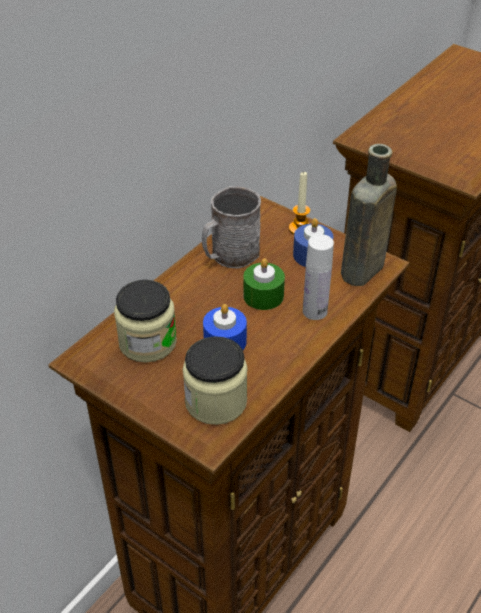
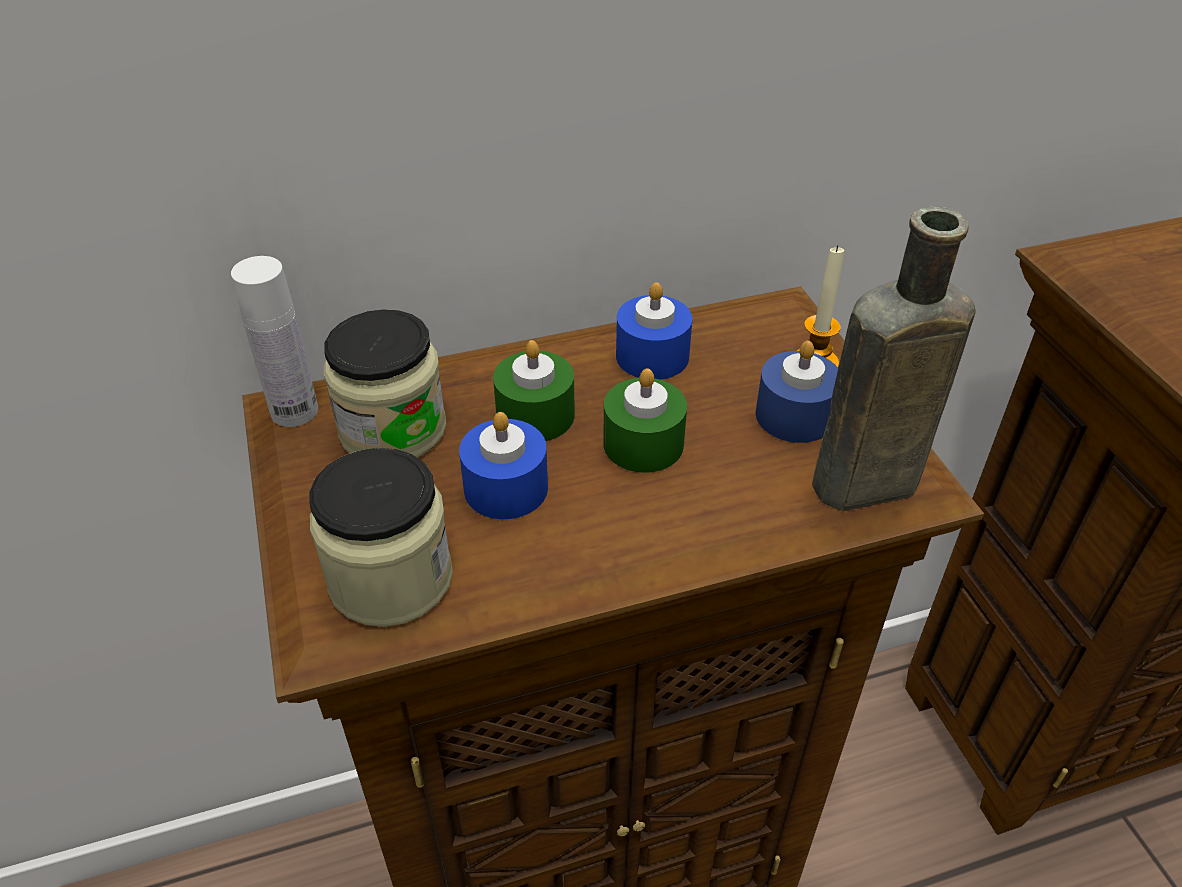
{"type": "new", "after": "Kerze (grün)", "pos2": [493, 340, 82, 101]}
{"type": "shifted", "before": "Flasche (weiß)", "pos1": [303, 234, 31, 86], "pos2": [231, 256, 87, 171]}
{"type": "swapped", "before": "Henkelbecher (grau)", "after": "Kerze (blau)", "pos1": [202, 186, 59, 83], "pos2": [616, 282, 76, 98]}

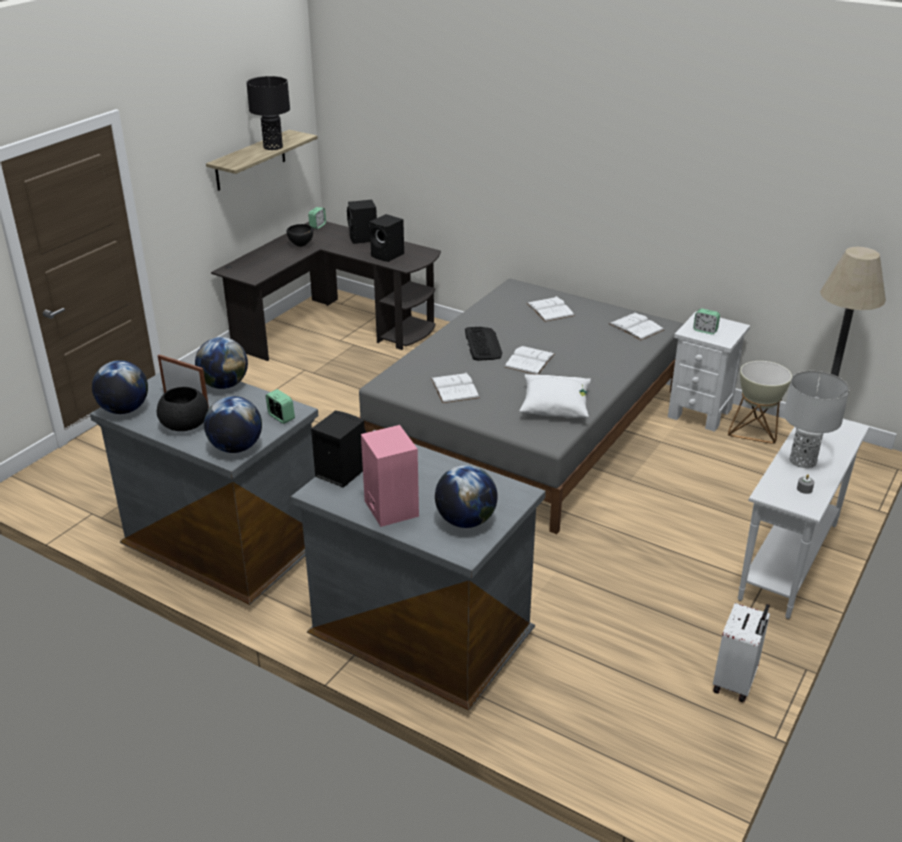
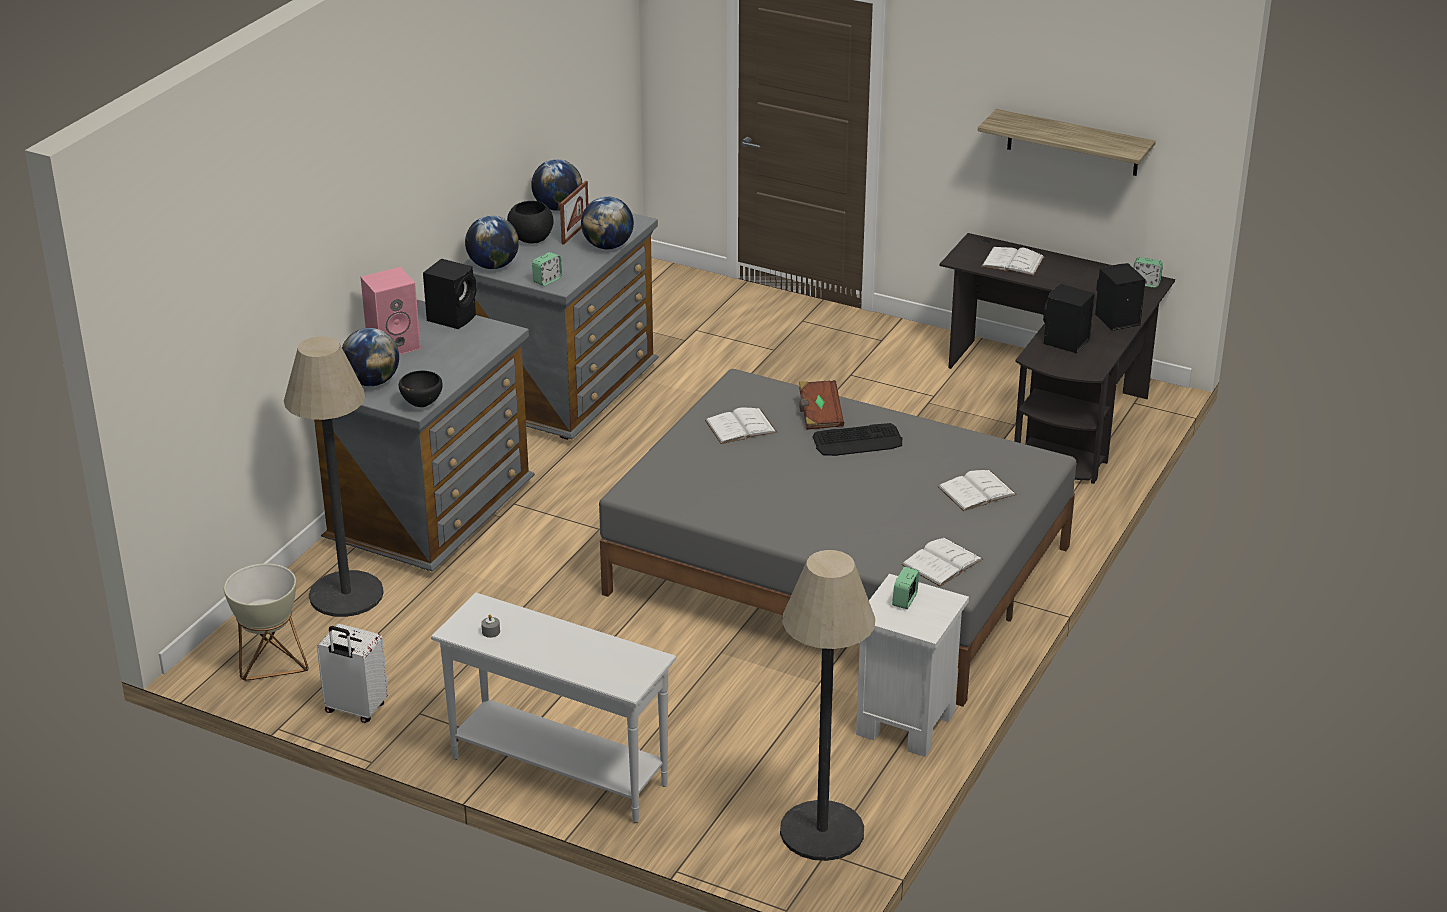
{"type": "gone", "before": "Tischlampe (schwarz)", "pos1": [246, 76, 44, 74]}
{"type": "gone", "before": "Kissen (weiß)", "pos1": [519, 374, 72, 44]}
{"type": "gone", "before": "Tischlampe (weiß)", "pos1": [784, 371, 66, 97]}
{"type": "new", "after": "Stehlampe", "pos2": [284, 336, 100, 281]}
{"type": "new", "after": "Buch (braun)", "pos2": [799, 380, 45, 50]}
{"type": "shifted", "before": "Schüssel (schwarz)", "pos1": [287, 224, 26, 23], "pos2": [399, 371, 43, 36]}
{"type": "shifted", "before": "Buch (weiß)", "pos1": [504, 346, 51, 29], "pos2": [981, 247, 64, 28]}
{"type": "shifted", "before": "Pflanzkübel", "pos1": [728, 361, 64, 83], "pos2": [224, 563, 84, 117]}

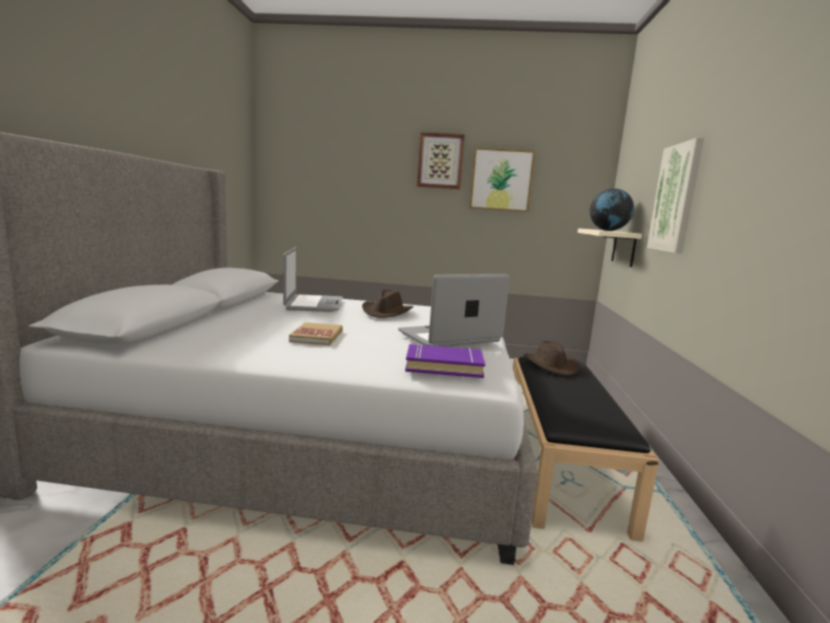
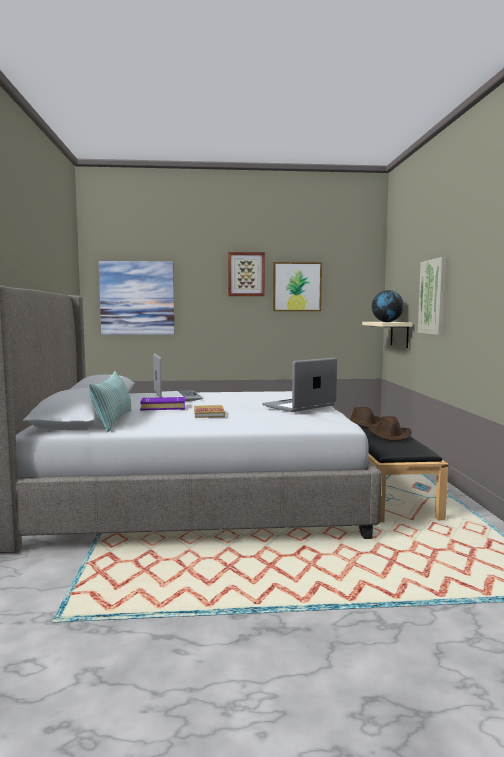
{"type": "new", "after": "Kissen", "pos2": [89, 371, 42, 61]}
{"type": "new", "after": "Bild", "pos2": [99, 261, 75, 74]}
{"type": "shifted", "before": "Hut (braun)", "pos1": [362, 290, 51, 28], "pos2": [368, 416, 44, 25]}
{"type": "shifted", "before": "Buch (lila)", "pos1": [405, 344, 80, 34], "pos2": [140, 397, 45, 13]}

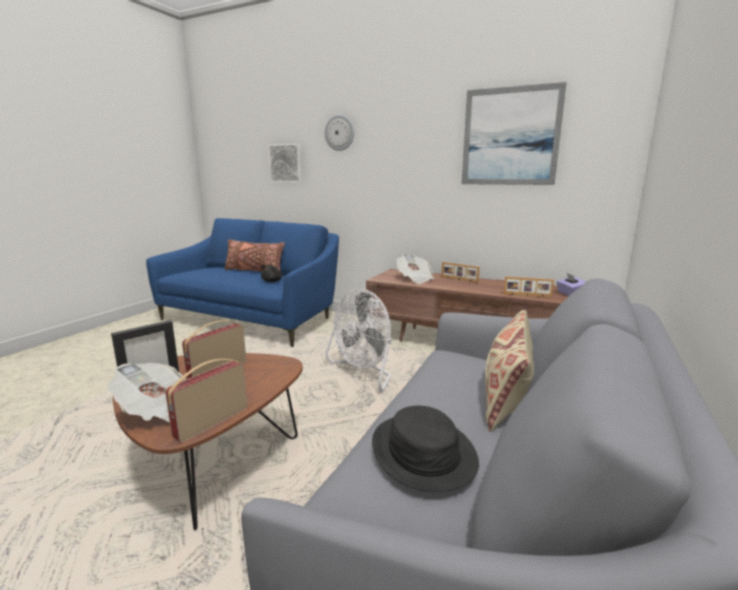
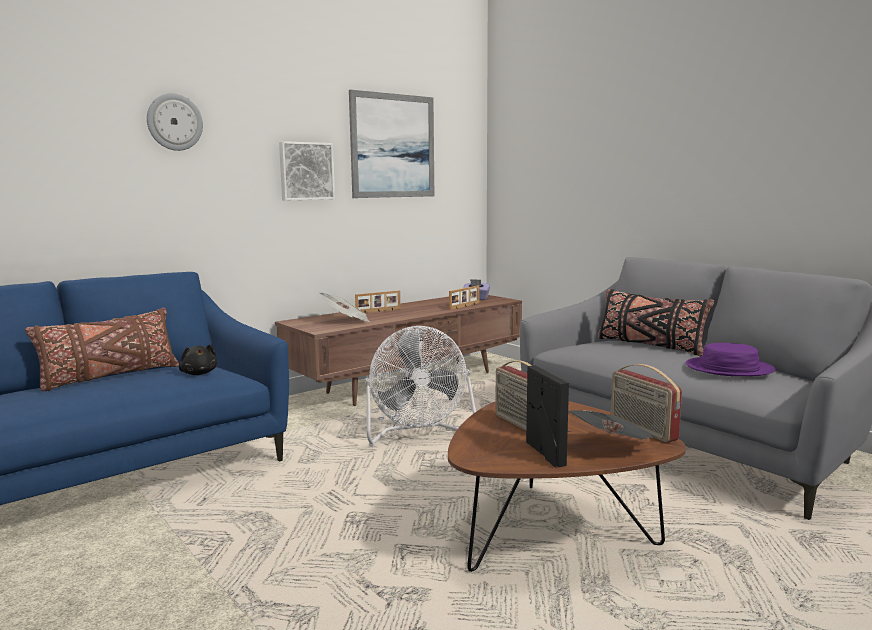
{"type": "shifted", "before": "Bild", "pos1": [268, 144, 34, 39], "pos2": [279, 141, 56, 60]}
{"type": "repainted", "before": "Hut (schwarz)", "after": "Hut (lila)", "pos1": [372, 406, 107, 86], "pos2": [686, 343, 89, 33]}
{"type": "repainted", "before": "Kissen (beige)", "after": "Kissen (schwarz)", "pos1": [485, 309, 49, 123], "pos2": [598, 289, 116, 68]}

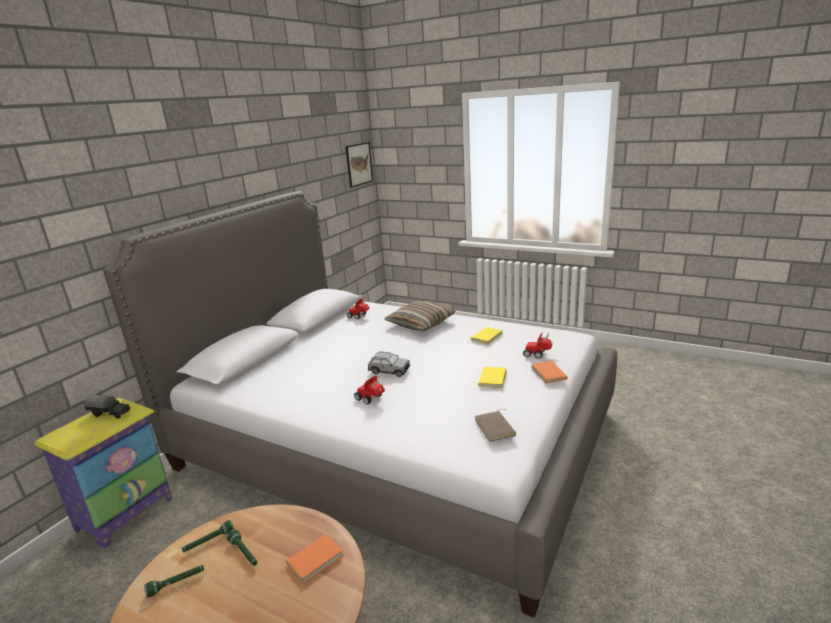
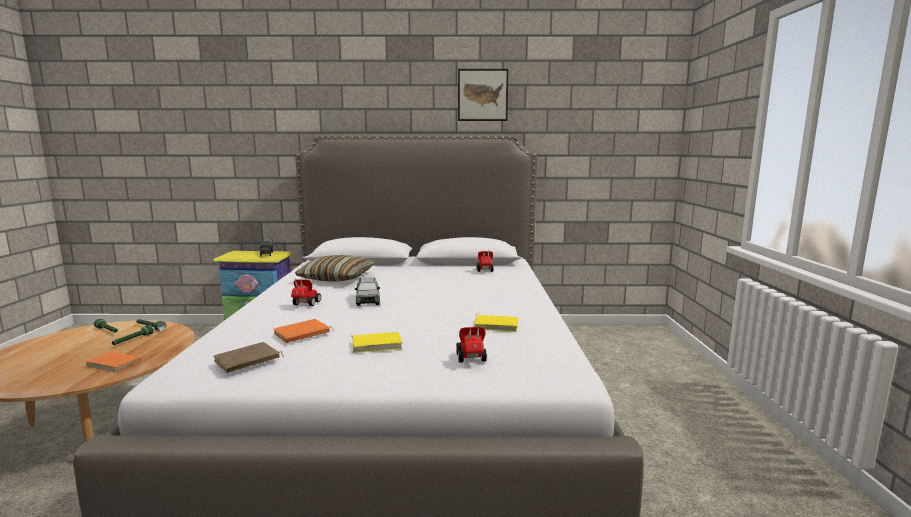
{"type": "shifted", "before": "Bild", "pos1": [346, 142, 27, 46], "pos2": [458, 69, 50, 52]}
{"type": "shifted", "before": "Kissen", "pos1": [384, 301, 71, 30], "pos2": [294, 255, 82, 26]}
{"type": "shifted", "before": "Buch (orange)", "pos1": [531, 360, 37, 23], "pos2": [273, 319, 61, 24]}

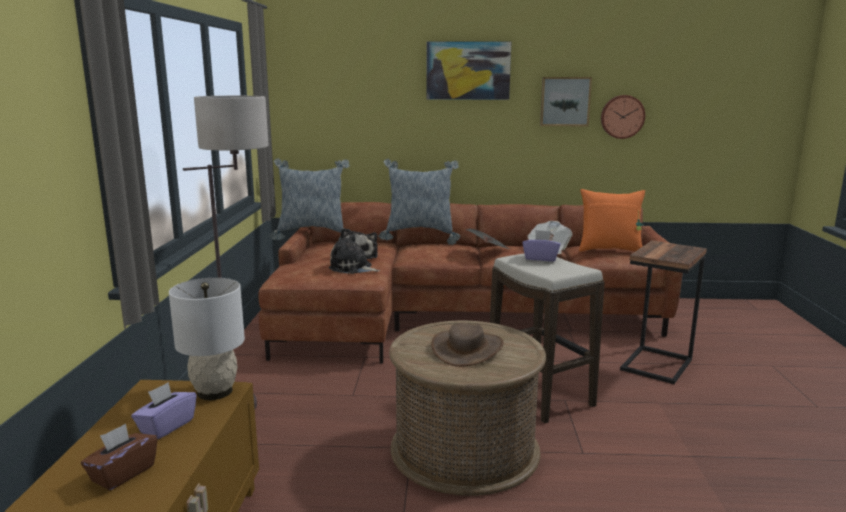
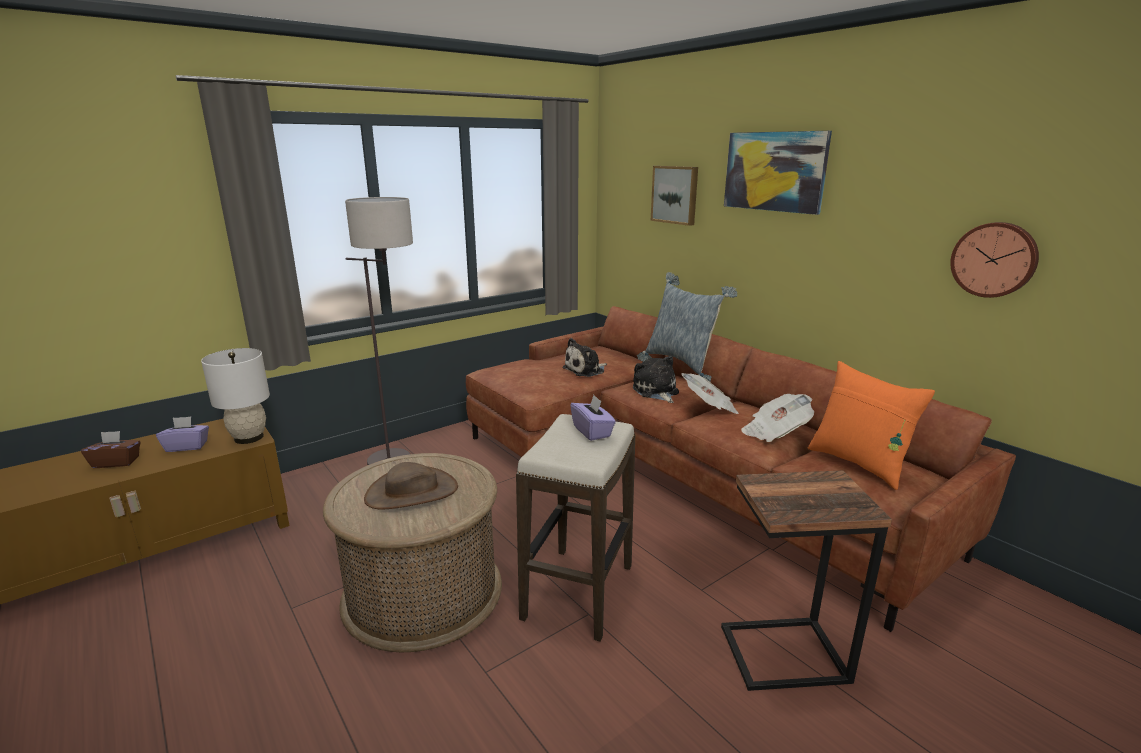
{"type": "gone", "before": "Kissen", "pos1": [269, 158, 80, 82]}
{"type": "shifted", "before": "Plüschtier", "pos1": [329, 234, 51, 40], "pos2": [633, 356, 46, 47]}
{"type": "shifted", "before": "Bild", "pos1": [540, 77, 52, 49], "pos2": [651, 166, 47, 60]}

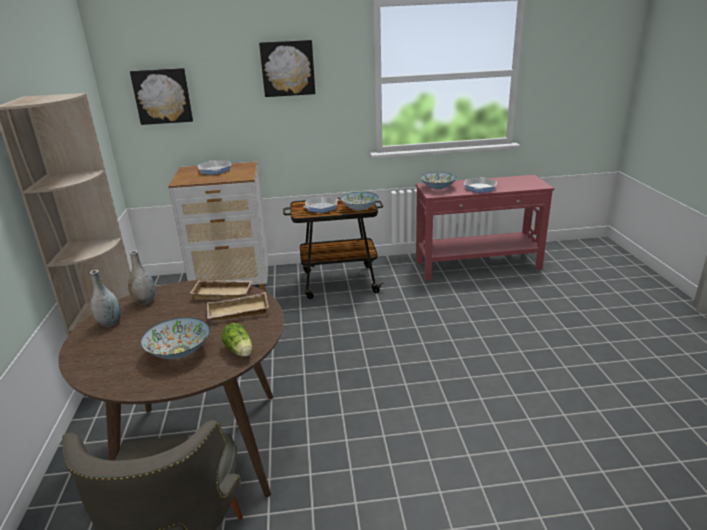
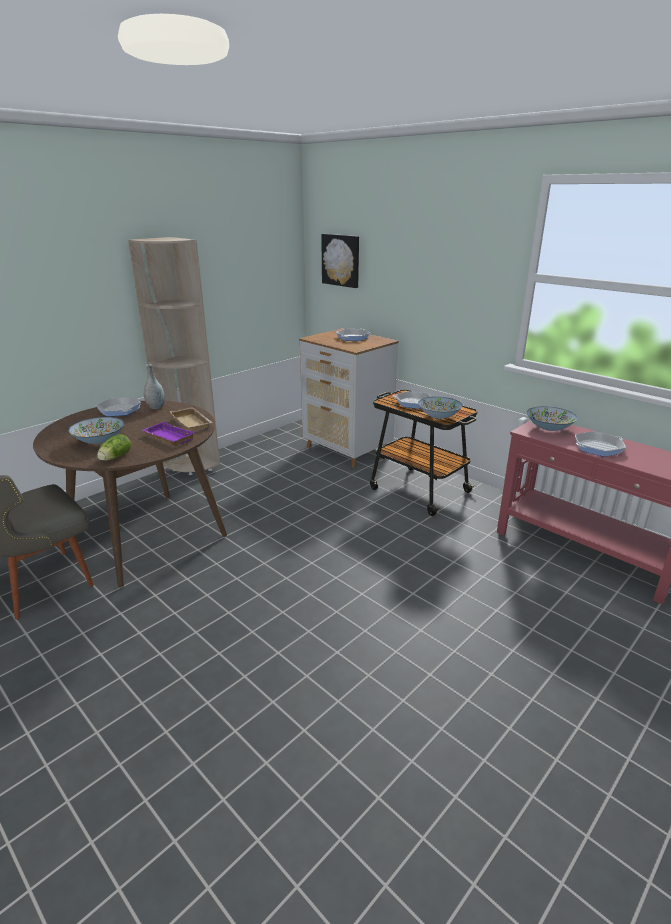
{"type": "gone", "before": "Bild", "pos1": [259, 40, 56, 57]}
{"type": "swapped", "before": "Vase (grau)", "after": "Pfanne", "pos1": [90, 270, 31, 57], "pos2": [96, 397, 45, 19]}
{"type": "repainted", "before": "Tablett (beige)", "after": "Tablett (lila)", "pos1": [207, 292, 62, 29], "pos2": [142, 422, 53, 24]}

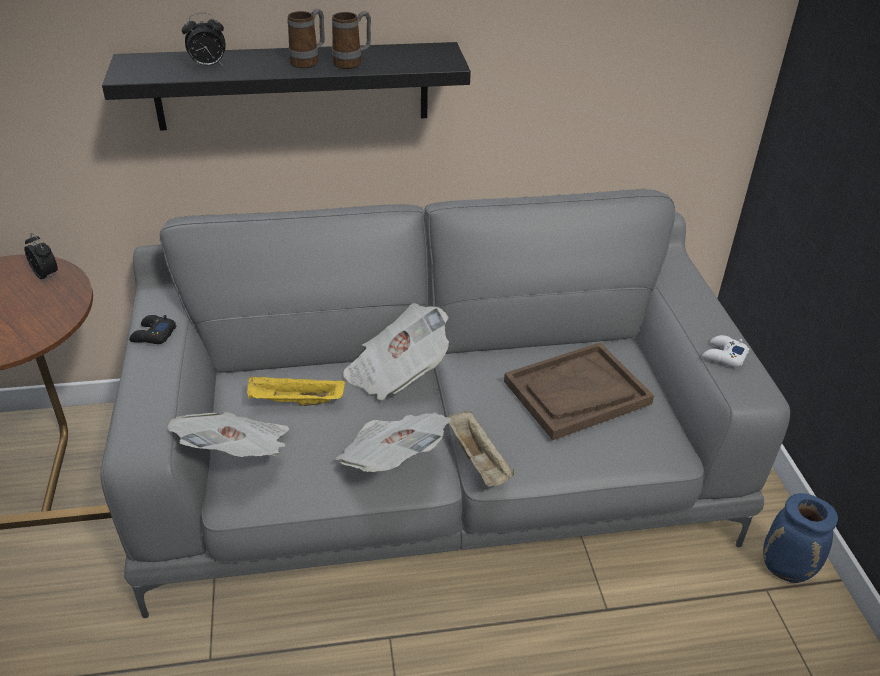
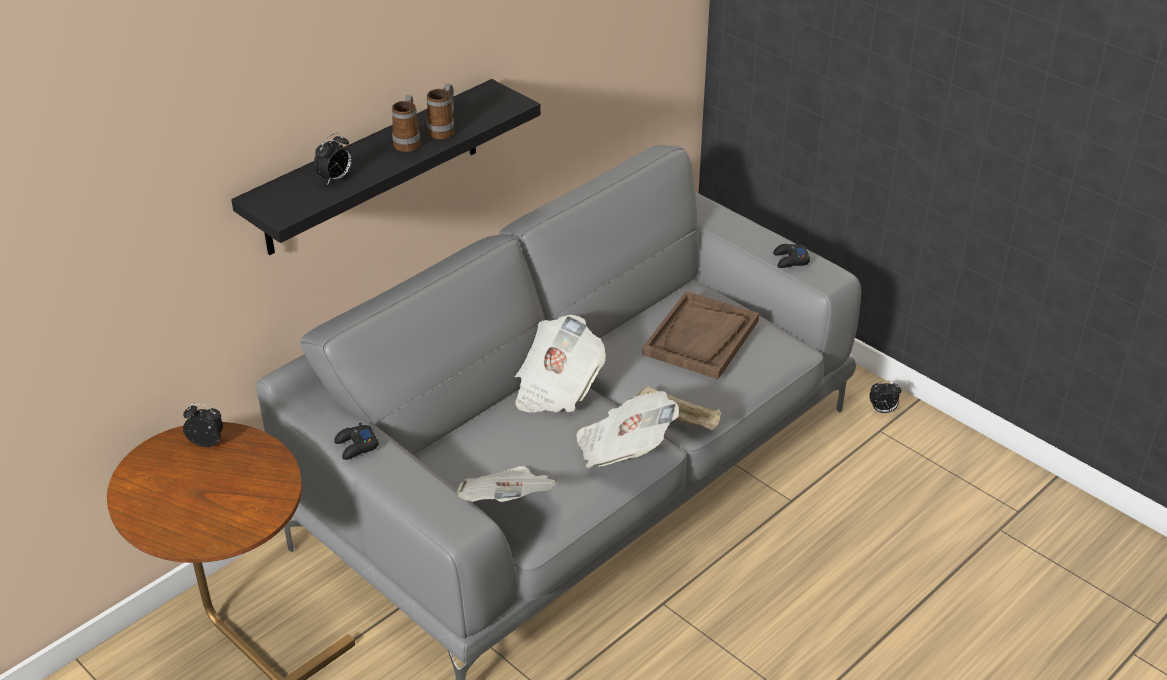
{"type": "gone", "before": "Tablett (gelb)", "pos1": [247, 376, 98, 30]}
{"type": "swapped", "before": "Vase (blau)", "after": "Wecker", "pos1": [763, 493, 75, 90], "pos2": [869, 381, 33, 32]}
{"type": "repainted", "before": "Gamepad (weiß)", "after": "Gamepad (schwarz)", "pos1": [702, 335, 48, 32], "pos2": [773, 242, 37, 26]}

